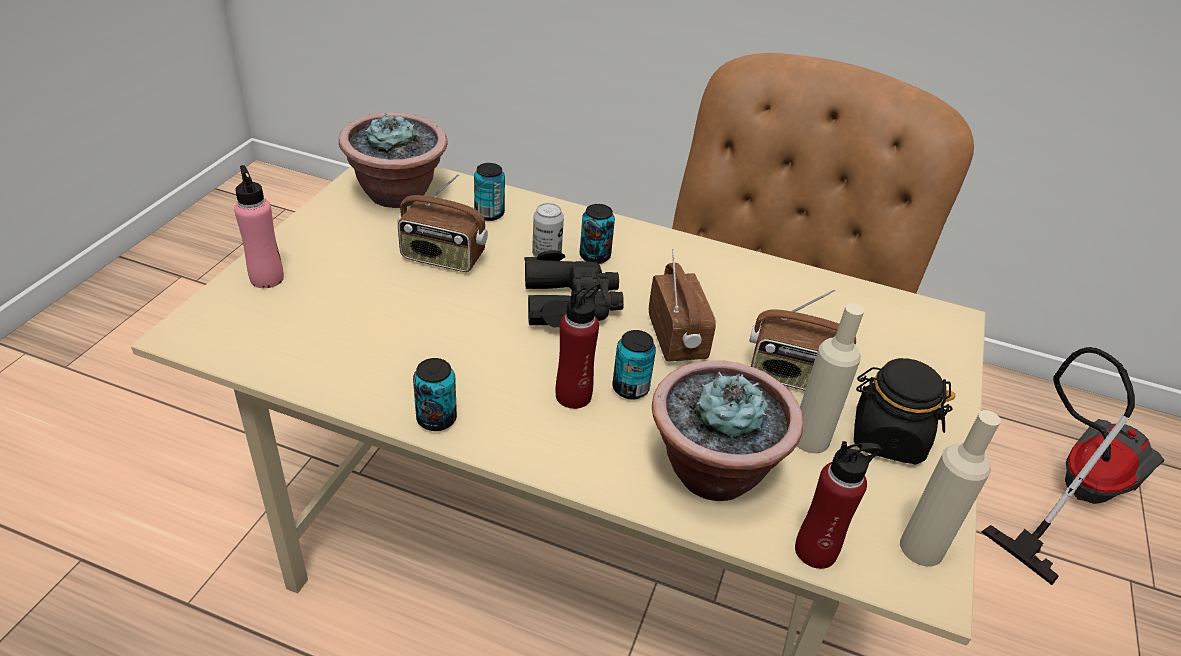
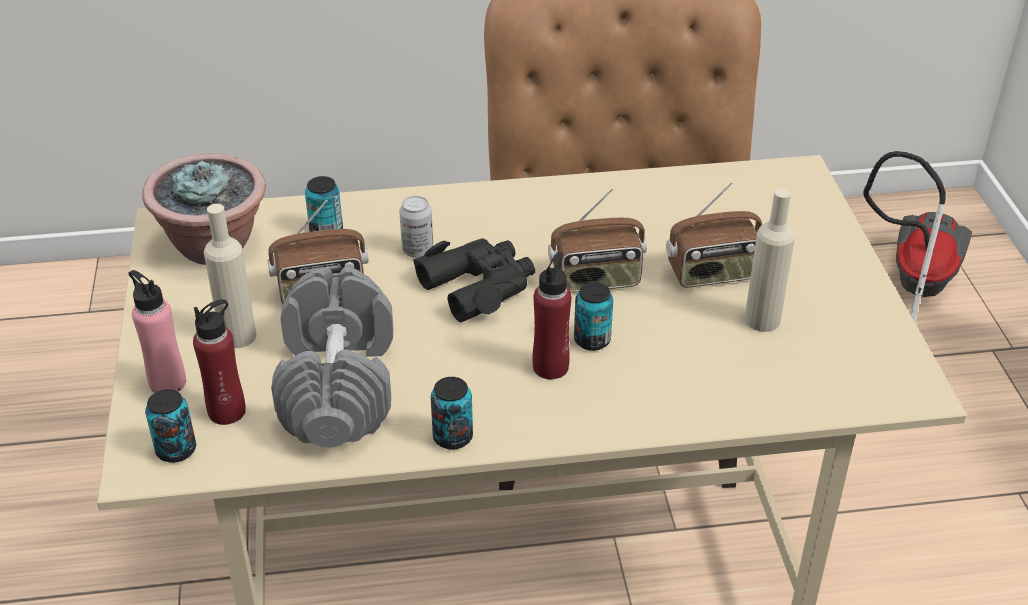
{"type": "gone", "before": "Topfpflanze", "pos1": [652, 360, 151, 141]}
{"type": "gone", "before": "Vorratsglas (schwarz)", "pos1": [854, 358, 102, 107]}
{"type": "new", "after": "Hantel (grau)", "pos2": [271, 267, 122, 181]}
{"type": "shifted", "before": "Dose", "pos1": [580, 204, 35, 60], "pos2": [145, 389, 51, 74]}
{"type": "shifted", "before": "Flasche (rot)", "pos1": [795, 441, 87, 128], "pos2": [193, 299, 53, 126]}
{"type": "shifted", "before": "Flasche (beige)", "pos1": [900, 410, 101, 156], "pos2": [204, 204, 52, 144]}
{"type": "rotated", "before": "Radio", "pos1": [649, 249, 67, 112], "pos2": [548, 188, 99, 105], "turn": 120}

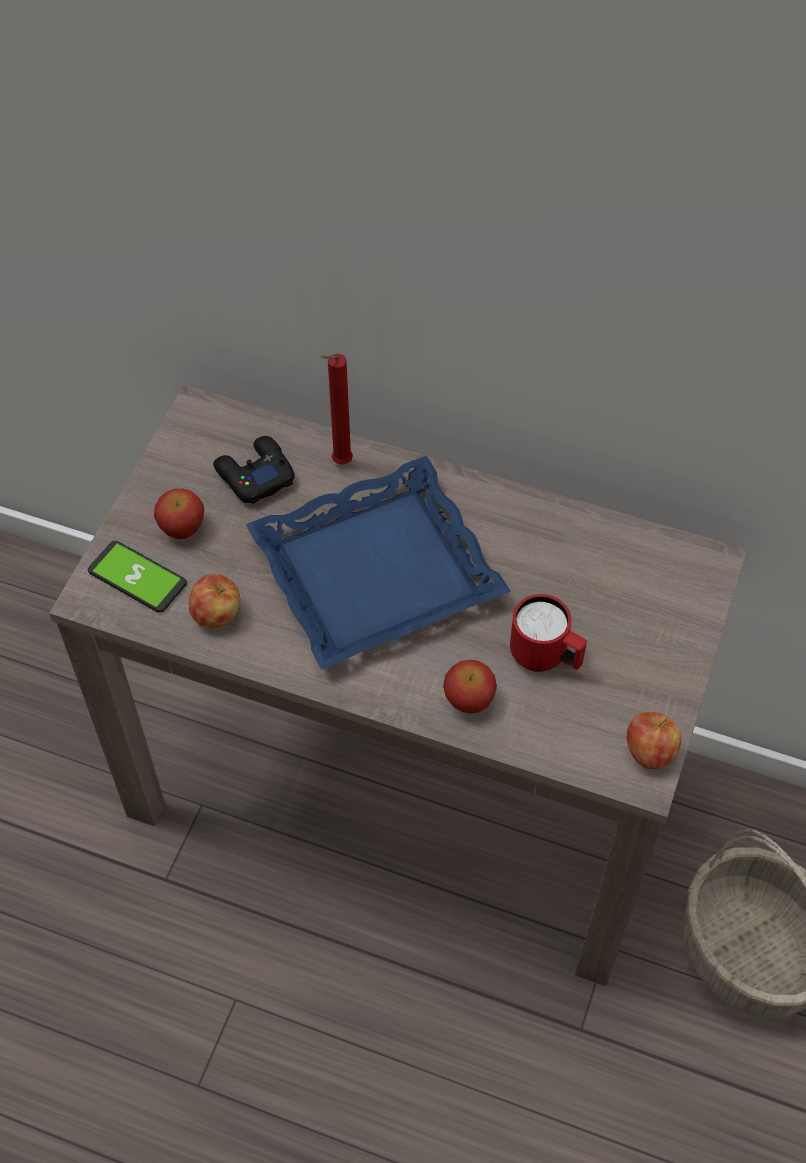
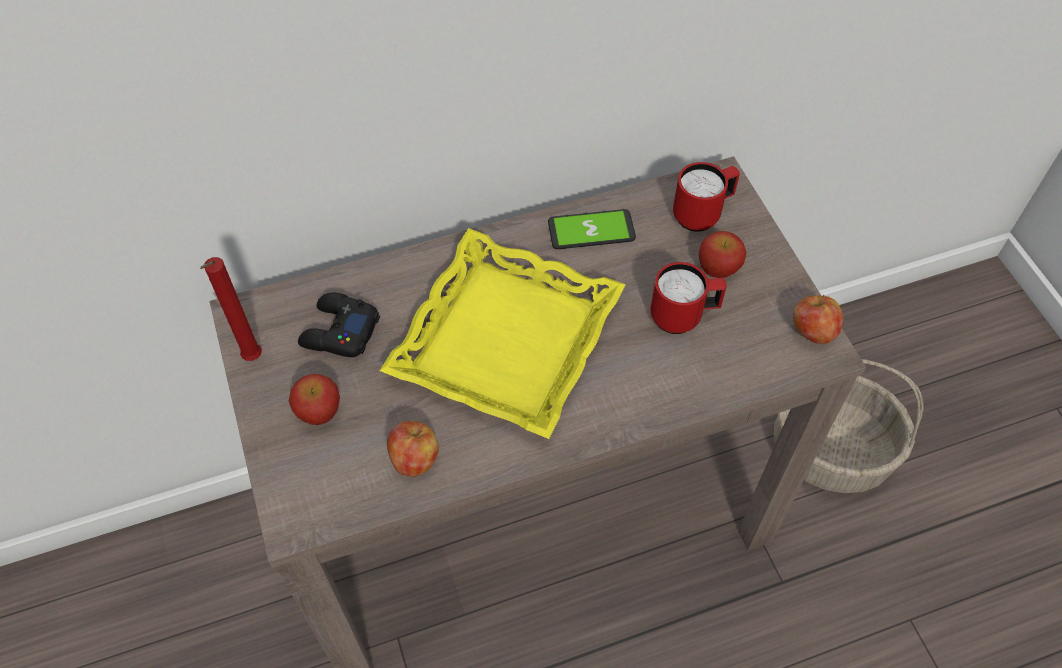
{"type": "new", "after": "Henkelbecher (rot)", "pos2": [673, 162, 67, 70]}
{"type": "shifted", "before": "Handy", "pos1": [88, 541, 99, 72], "pos2": [548, 209, 88, 40]}
{"type": "shifted", "before": "Kerze (rot)", "pos1": [321, 354, 32, 111], "pos2": [200, 257, 62, 104]}
{"type": "shifted", "before": "Apfel", "pos1": [443, 660, 54, 53], "pos2": [699, 231, 48, 47]}
{"type": "repainted", "before": "Tablett (blau)", "after": "Tablett (gelb)", "pos1": [246, 455, 265, 215], "pos2": [380, 228, 246, 211]}

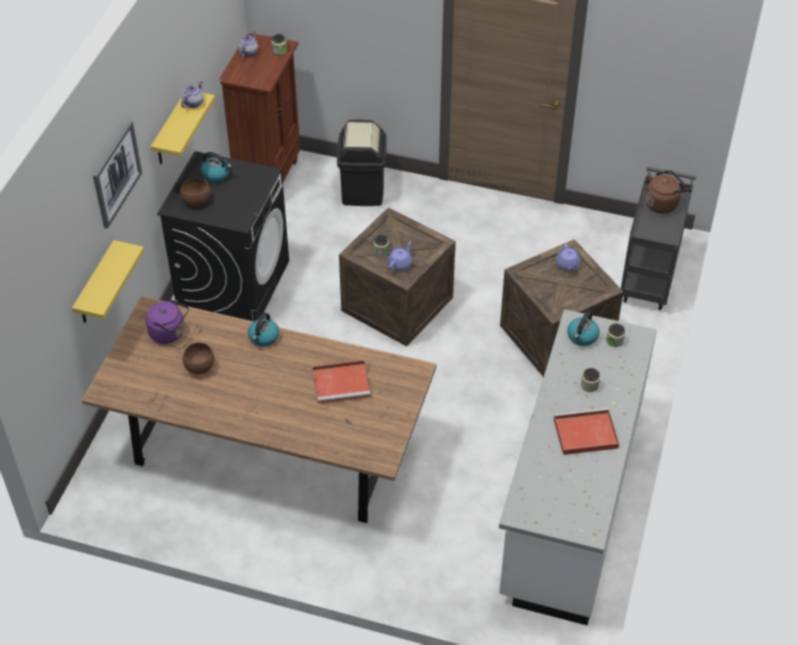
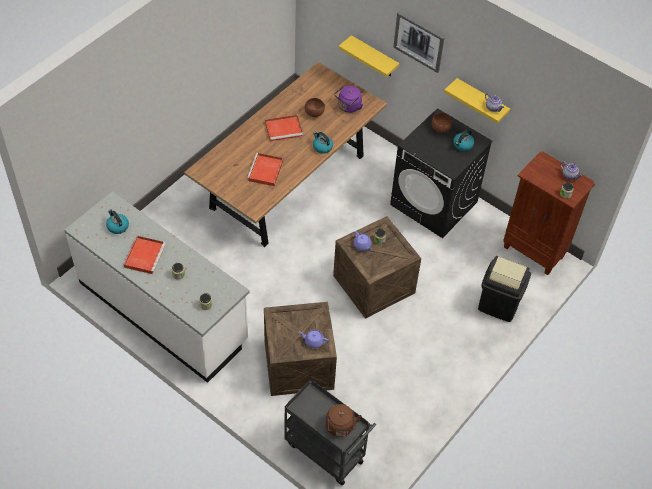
{"type": "new", "after": "Tablett (rot)", "pos2": [265, 114, 38, 28]}
{"type": "shifted", "before": "Wasserkessel", "pos1": [567, 312, 33, 34], "pos2": [106, 210, 23, 24]}

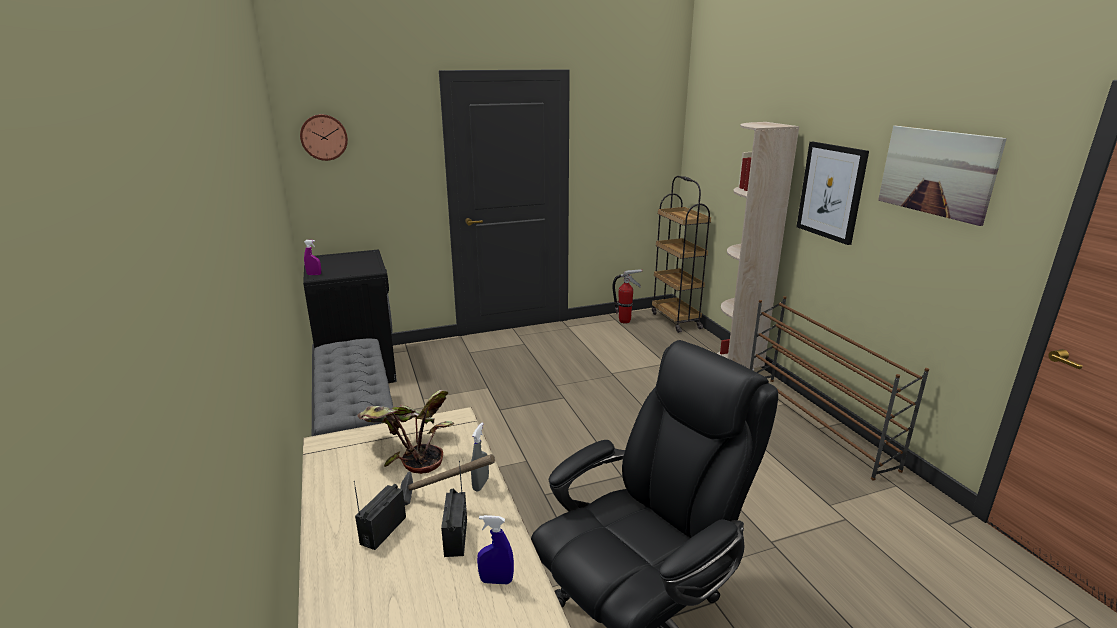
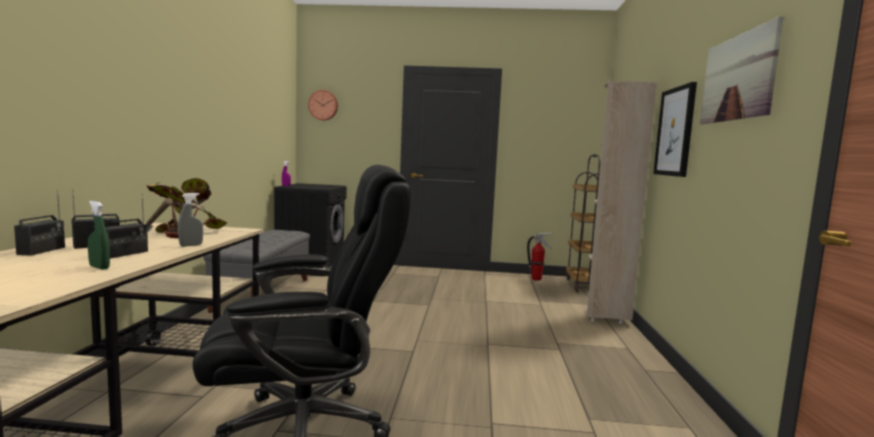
{"type": "gone", "before": "Schuhregal (braun)", "pos1": [750, 296, 179, 184]}
{"type": "new", "after": "Radio", "pos2": [14, 190, 51, 66]}
{"type": "repainted", "before": "Sprühflasche (blau)", "after": "Sprühflasche (grün)", "pos1": [477, 515, 37, 69], "pos2": [88, 201, 22, 69]}

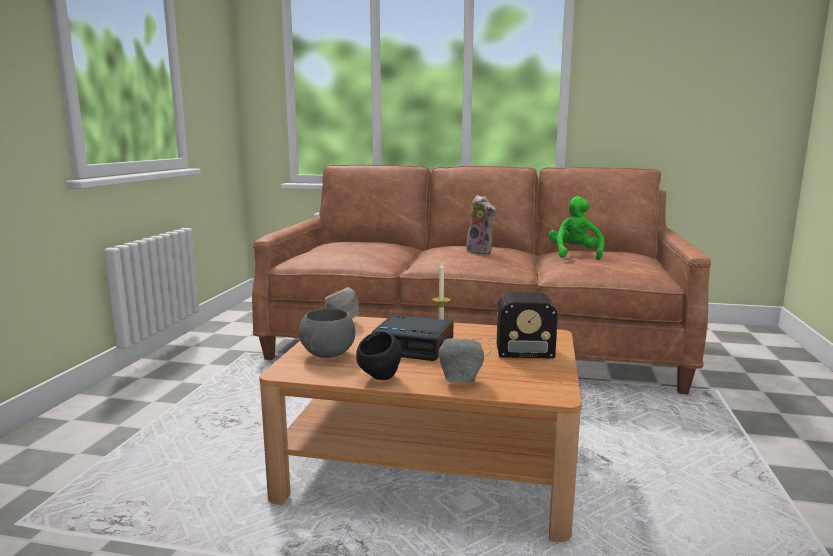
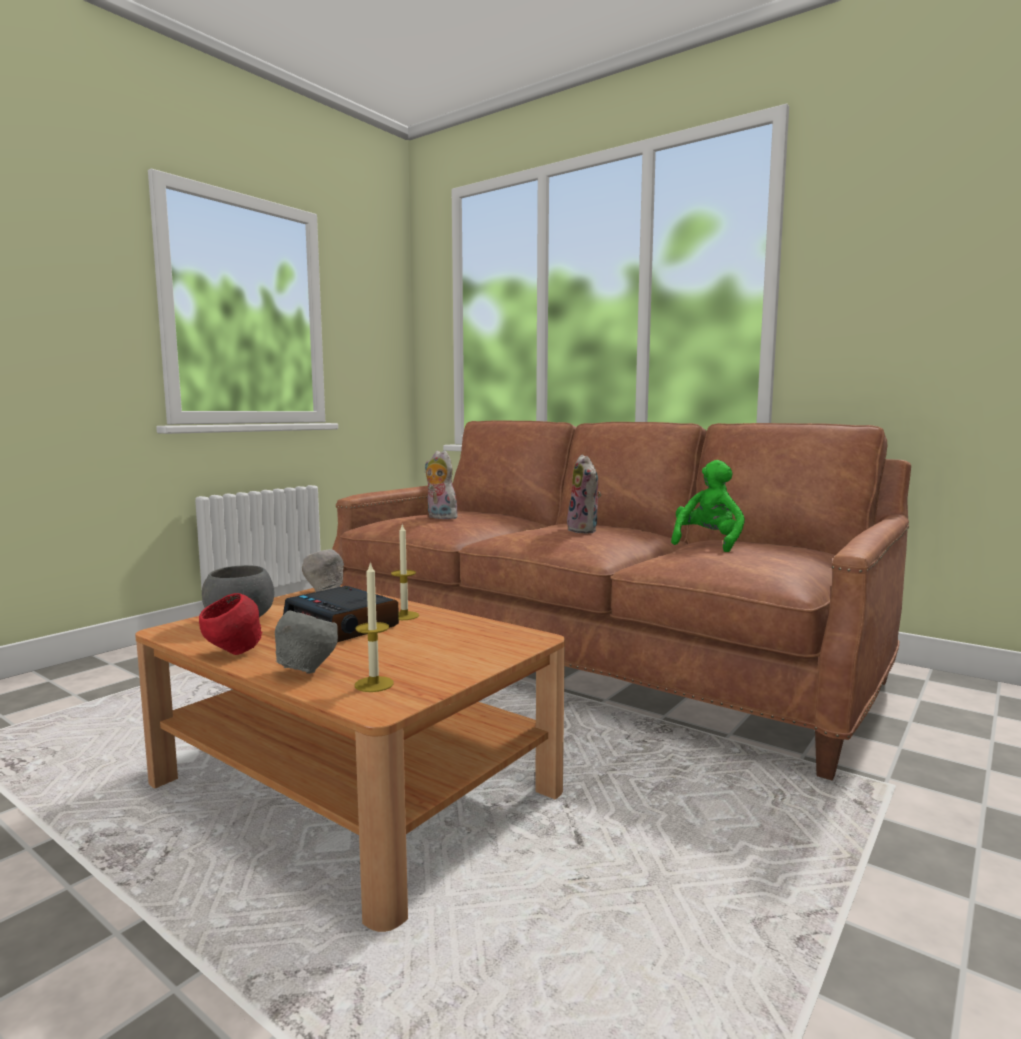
{"type": "gone", "before": "Radio", "pos1": [471, 292, 87, 67]}
{"type": "new", "after": "Kerze", "pos2": [355, 561, 39, 131]}
{"type": "new", "after": "Plüschtier", "pos2": [425, 450, 33, 69]}
{"type": "repainted", "before": "Schüssel (schwarz)", "after": "Schüssel (rot)", "pos1": [356, 331, 46, 50], "pos2": [199, 593, 63, 62]}

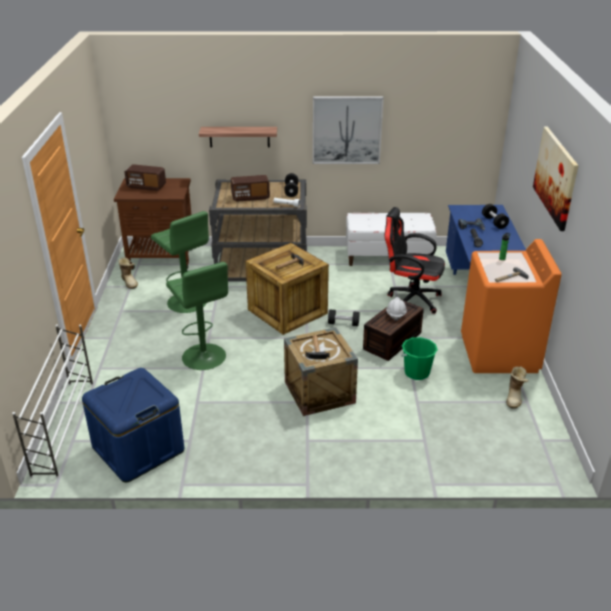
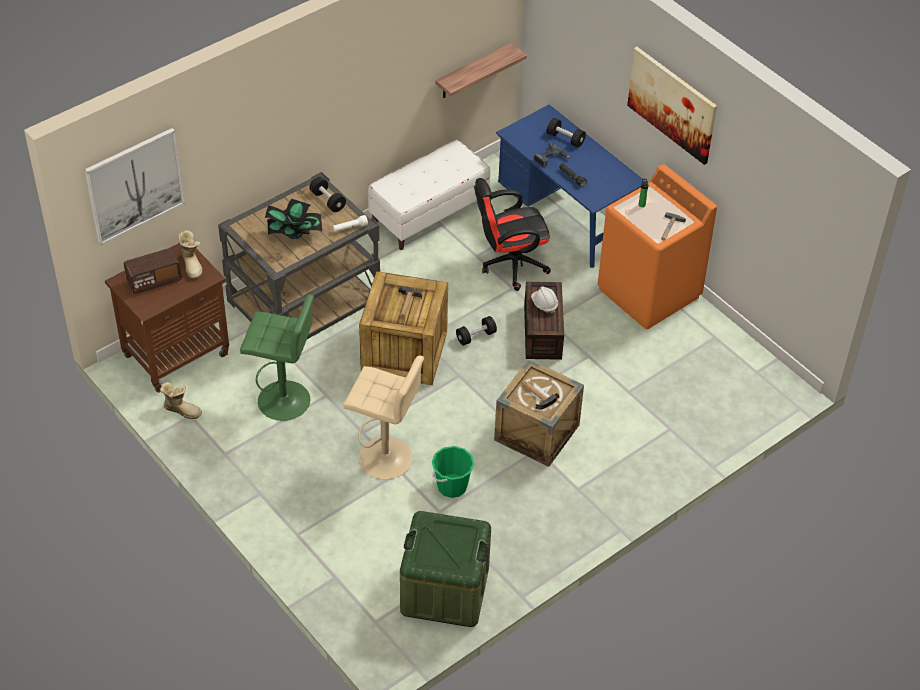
{"type": "gone", "before": "Schuhregal (weiß)", "pos1": [12, 324, 81, 154]}
{"type": "shifted", "before": "Wandregal", "pos1": [199, 127, 78, 21], "pos2": [435, 43, 92, 55]}
{"type": "shifted", "before": "Bild", "pos1": [313, 96, 70, 68], "pos2": [85, 128, 100, 117]}
{"type": "shifted", "before": "Eimer (grün)", "pos1": [401, 337, 37, 43], "pos2": [432, 446, 42, 52]}
{"type": "shifted", "before": "Stiefel", "pos1": [506, 366, 23, 43], "pos2": [178, 230, 25, 49]}
{"type": "swapped", "before": "Radio", "after": "Topfpflanze", "pos1": [231, 175, 39, 27], "pos2": [265, 199, 57, 40]}
{"type": "repainted", "before": "Aufbewahrungsbox (blau)", "after": "Aufbewahrungsbox (grün)", "pos1": [82, 368, 102, 114], "pos2": [400, 511, 91, 116]}
{"type": "repainted", "before": "Hocker (grün)", "after": "Hocker (beige)", "pos1": [166, 262, 62, 108], "pos2": [343, 356, 81, 123]}

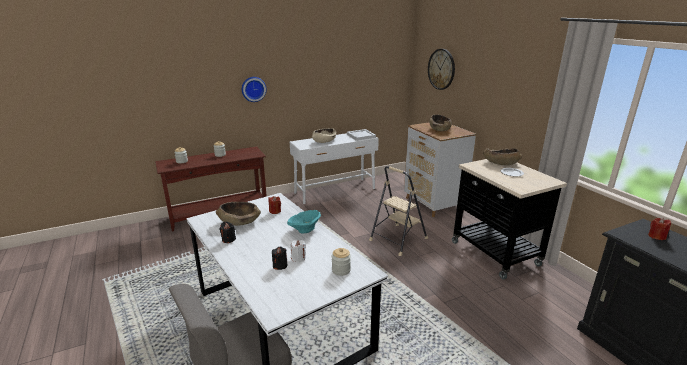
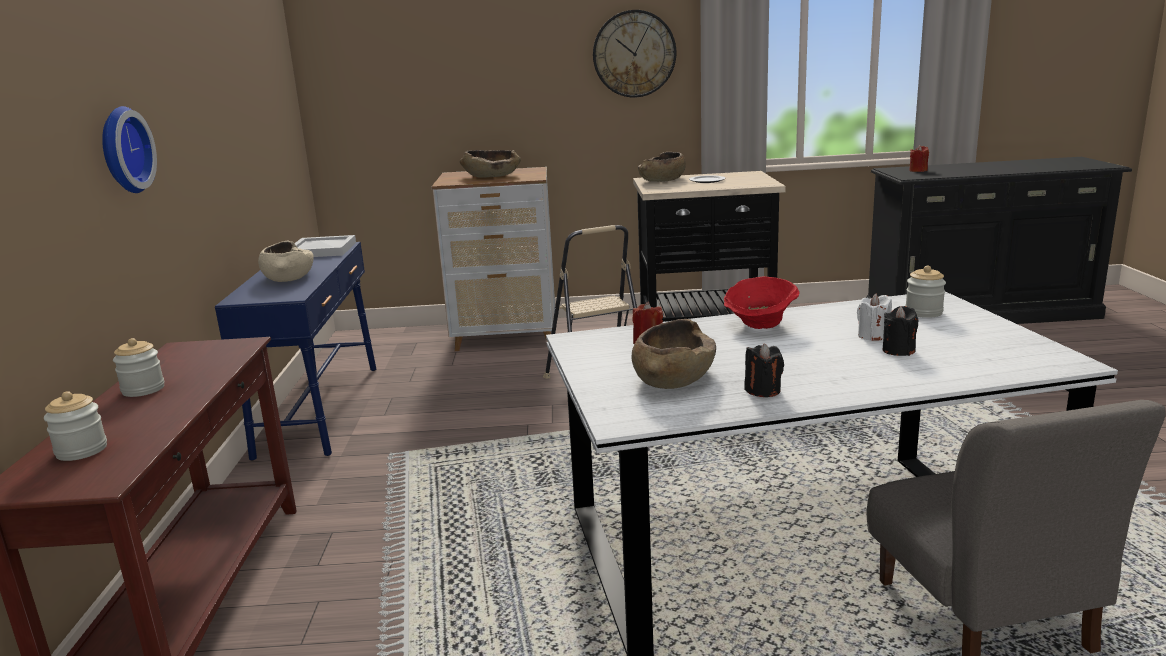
{"type": "shifted", "before": "Wanduhr", "pos1": [428, 49, 27, 41], "pos2": [593, 10, 83, 88]}
{"type": "repainted", "before": "Schüssel (türkis)", "after": "Schüssel (rot)", "pos1": [287, 210, 34, 24], "pos2": [724, 276, 76, 53]}
{"type": "repainted", "before": "Konsolentisch (weiß)", "after": "Konsolentisch (blau)", "pos1": [290, 133, 89, 71], "pos2": [215, 242, 161, 219]}

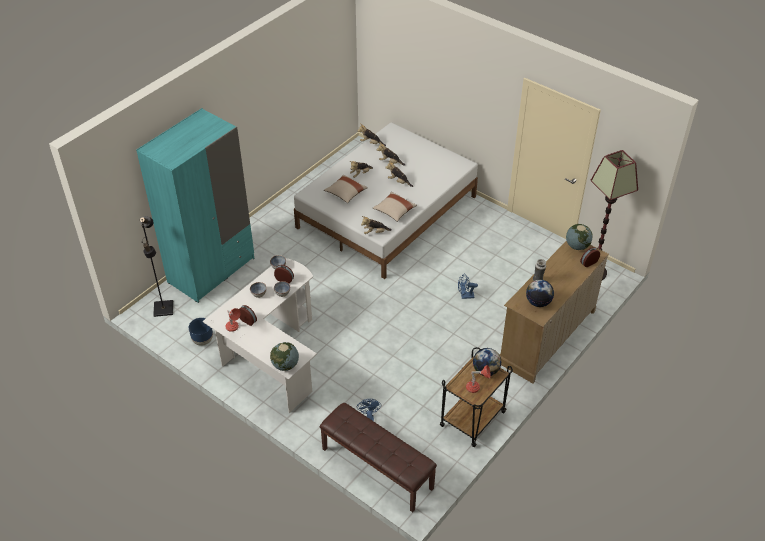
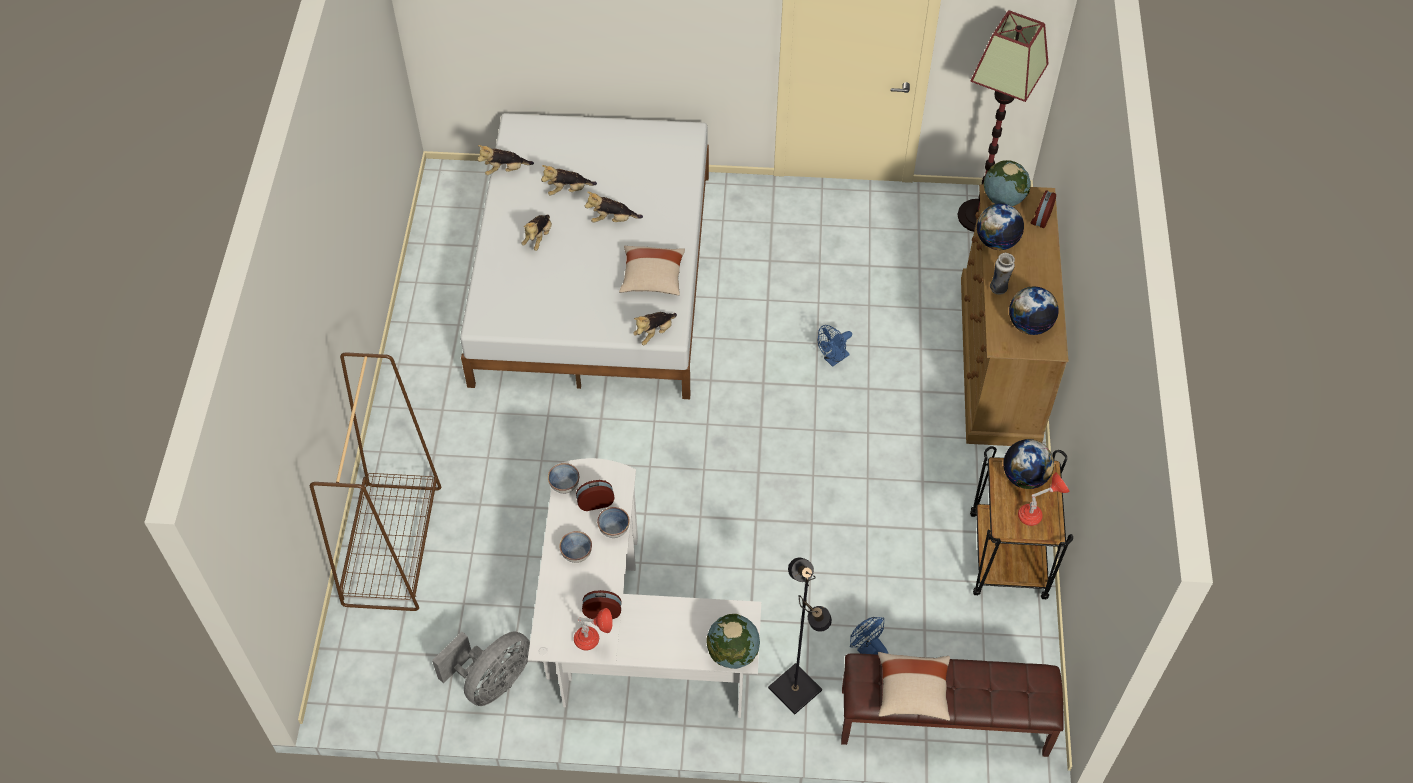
{"type": "new", "after": "Globus", "pos2": [977, 203, 47, 47]}
{"type": "shifted", "before": "Stehlampe (schwarz)", "pos1": [140, 216, 33, 101], "pos2": [768, 558, 64, 157]}
{"type": "shifted", "before": "Kissen (beige)", "pos1": [324, 175, 44, 28], "pos2": [878, 652, 72, 69]}
{"type": "swapped", "before": "Kleiderschrank (türkis)", "after": "Kleiderständer (braun)", "pos1": [136, 108, 119, 195], "pos2": [310, 352, 131, 259]}
{"type": "swapped", "before": "Pflanzkübel (blau)", "after": "Ventilator (grau)", "pos1": [189, 318, 24, 28], "pos2": [432, 632, 98, 74]}

